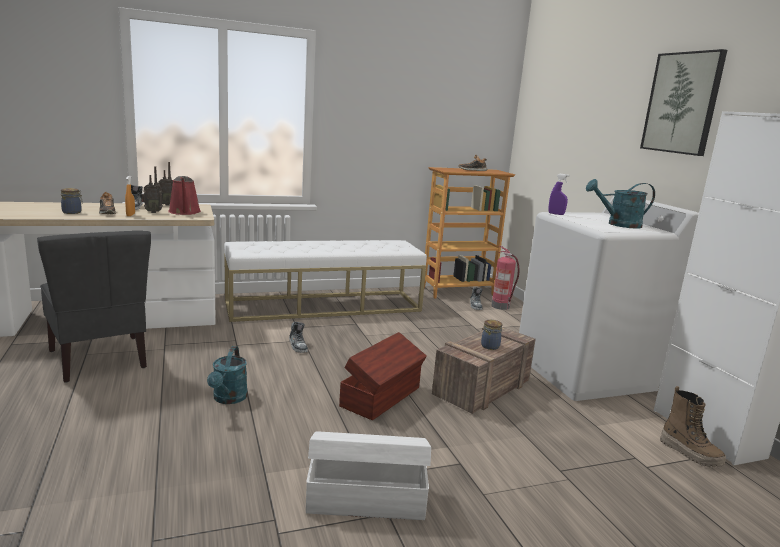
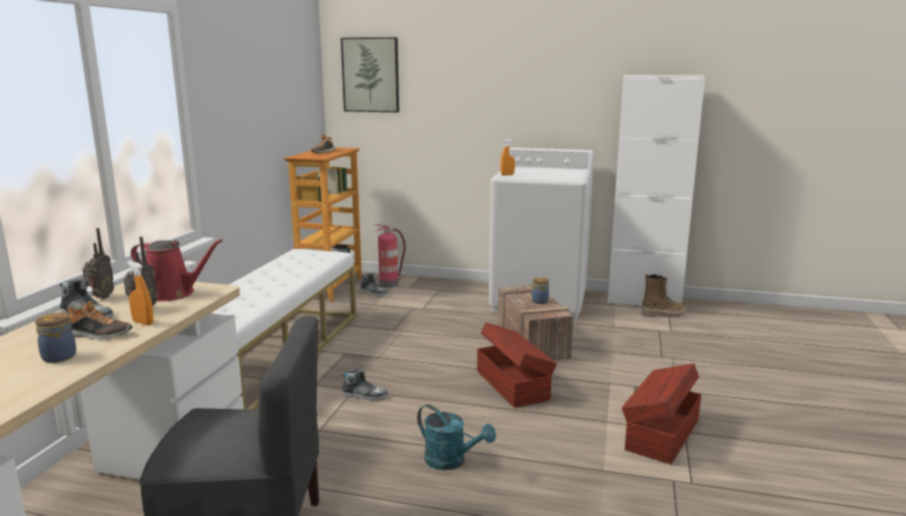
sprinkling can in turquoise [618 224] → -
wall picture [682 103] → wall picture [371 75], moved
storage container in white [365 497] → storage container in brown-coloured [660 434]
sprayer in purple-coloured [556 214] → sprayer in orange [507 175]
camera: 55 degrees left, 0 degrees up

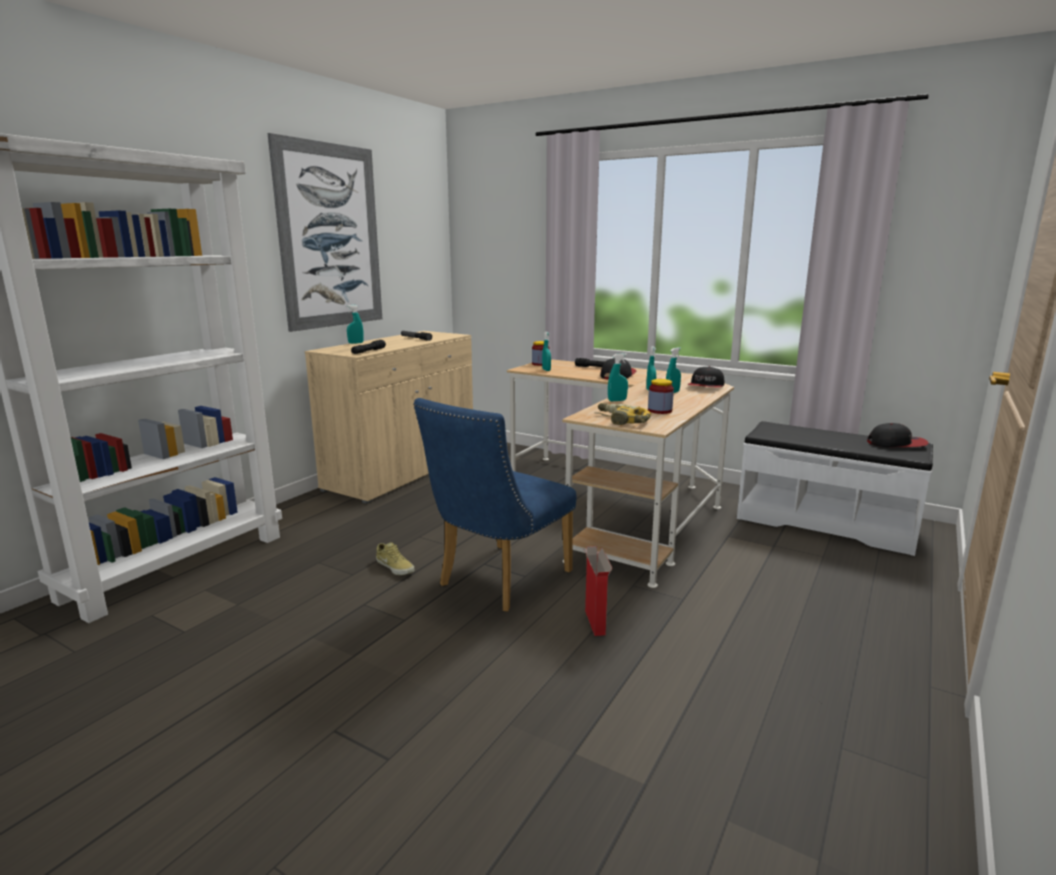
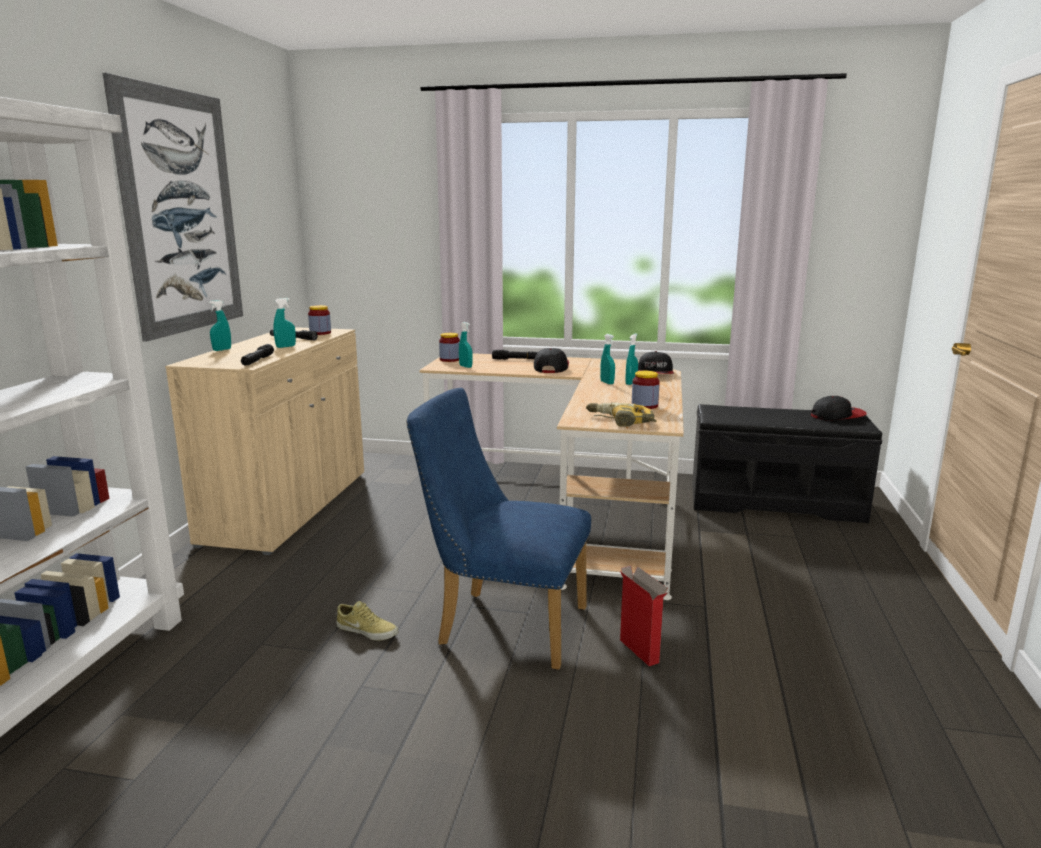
- → jar [320 333]
sprayer in turquoise [617 400] → sprayer in turquoise [286 346], moved
long seat in white [825 522] → long seat in blackish [774 501]
upright chair in blue [497 581] → upright chair in blue [502 625], 90 degrees clockwise
camera: 20 degrees left, 0 degrees up

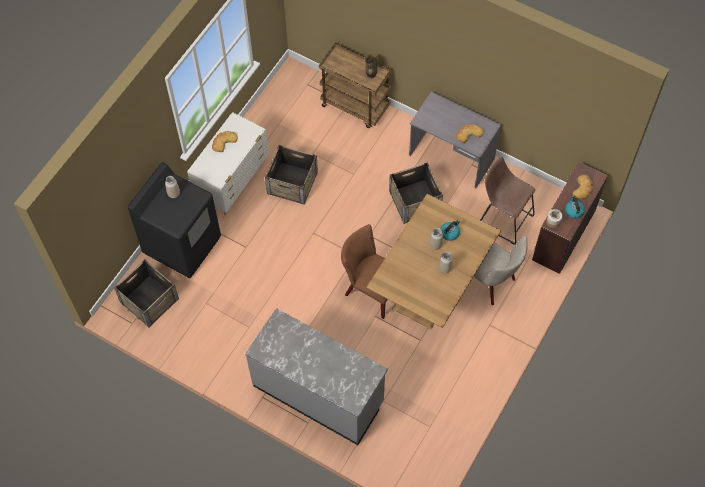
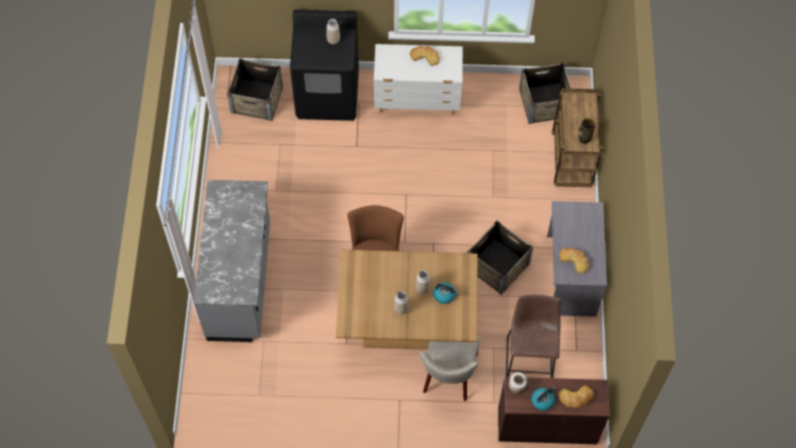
packing crate [292 183] → packing crate [544 103], moved
camera: 60 degrees right, 0 degrees up

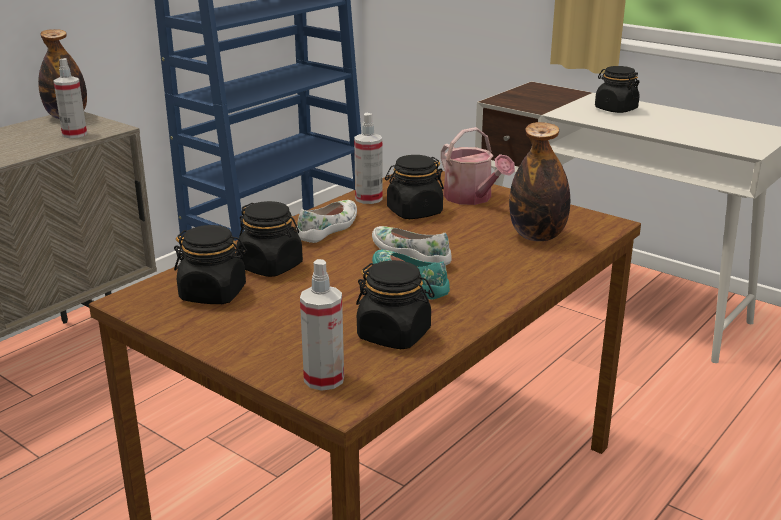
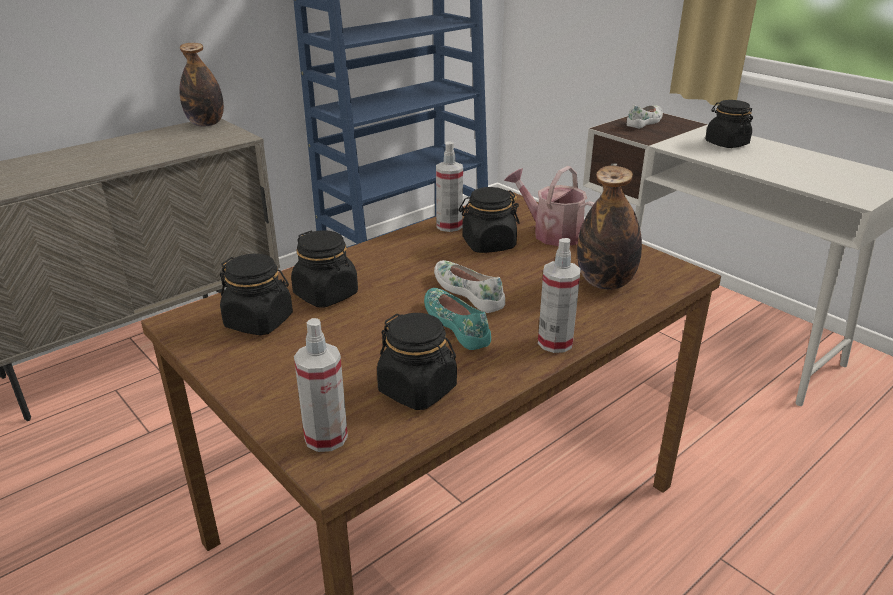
sprayer [74 134] → sprayer [555 342], moved
low shoe in white [329 228] → low shoe in white [645 122], moved
sprinkling can [472 198] → sprinkling can [551 233], 150 degrees clockwise
camera: 10 degrees right, 5 degrees up

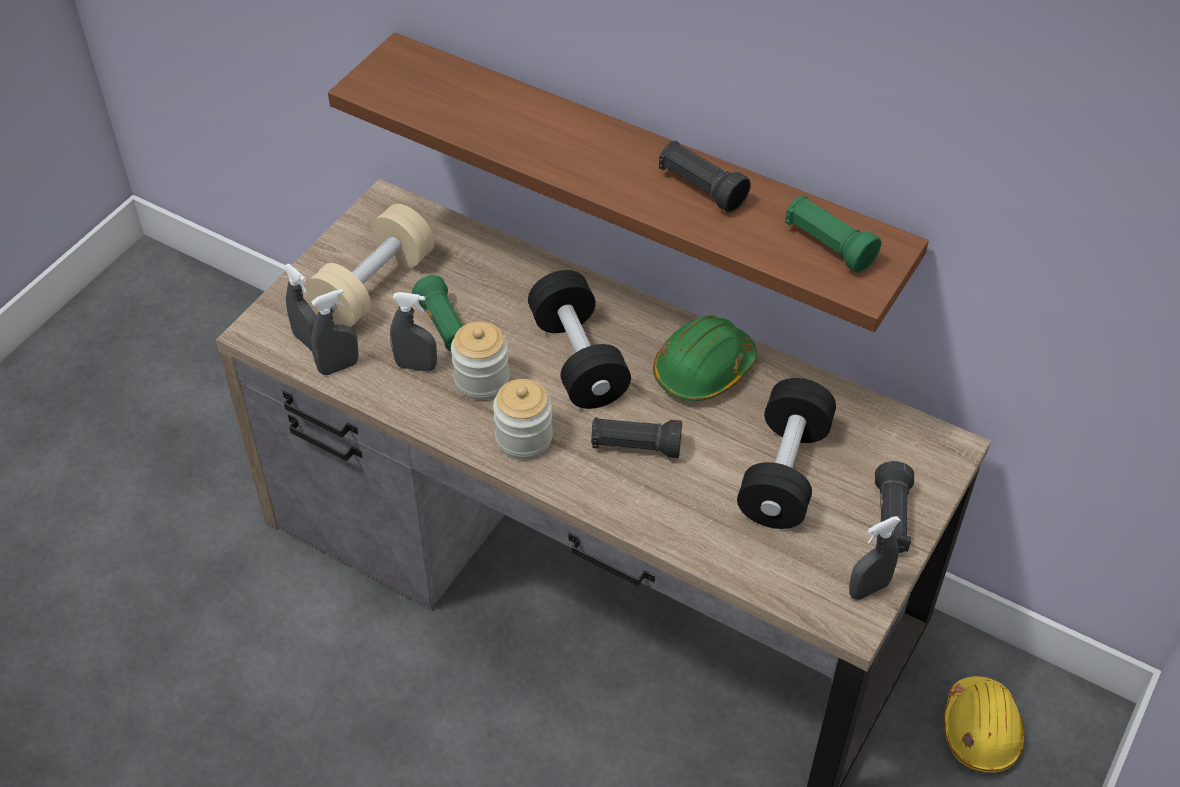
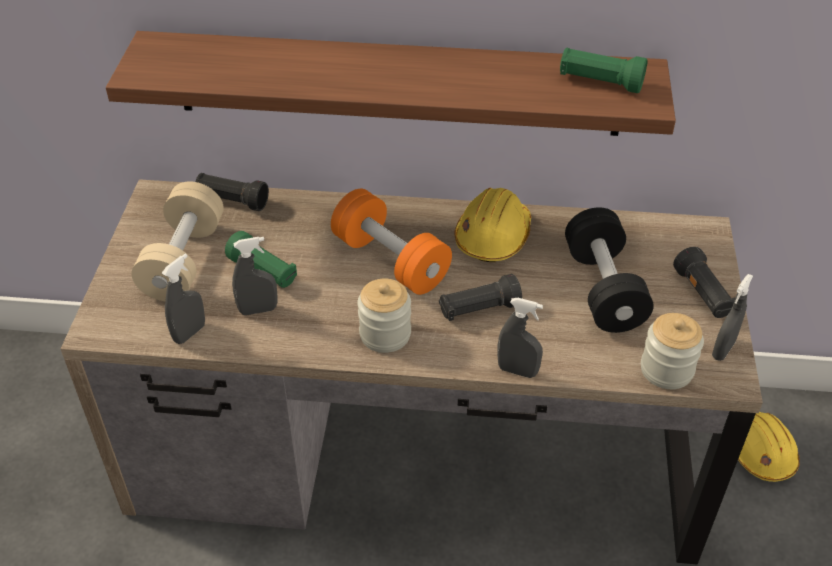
sprayer in greyish [308 341] → sprayer in greyish [517 371], moved
jar [482 380] → jar [666 370], moved
flashlight in blackish [701 188] → flashlight in blackish [232 201], moved
free weight in blackish [578 359] → free weight in orange [391 261]
work helmet in greenish [703 370] → work helmet in yellowish [493 237]
camera: 25 degrees left, 5 degrees down

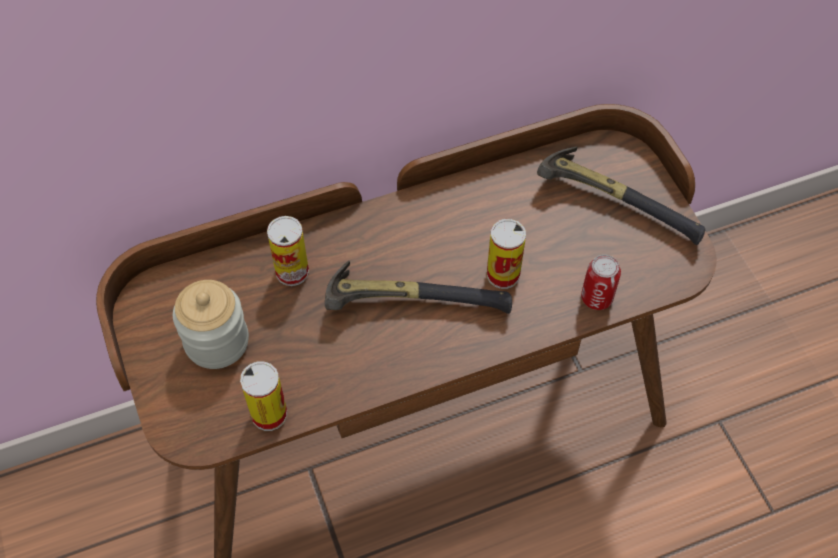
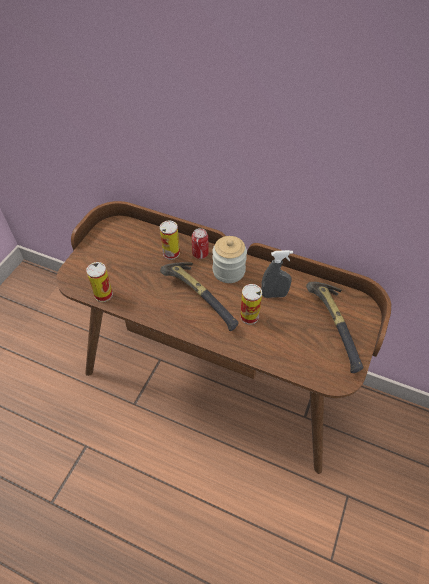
- → sprayer in greyish [274 295]
jar [217 341] → jar [228 271], moved
can [596 298] → can [200 254], moved
camera: 45 degrees right, 5 degrees down

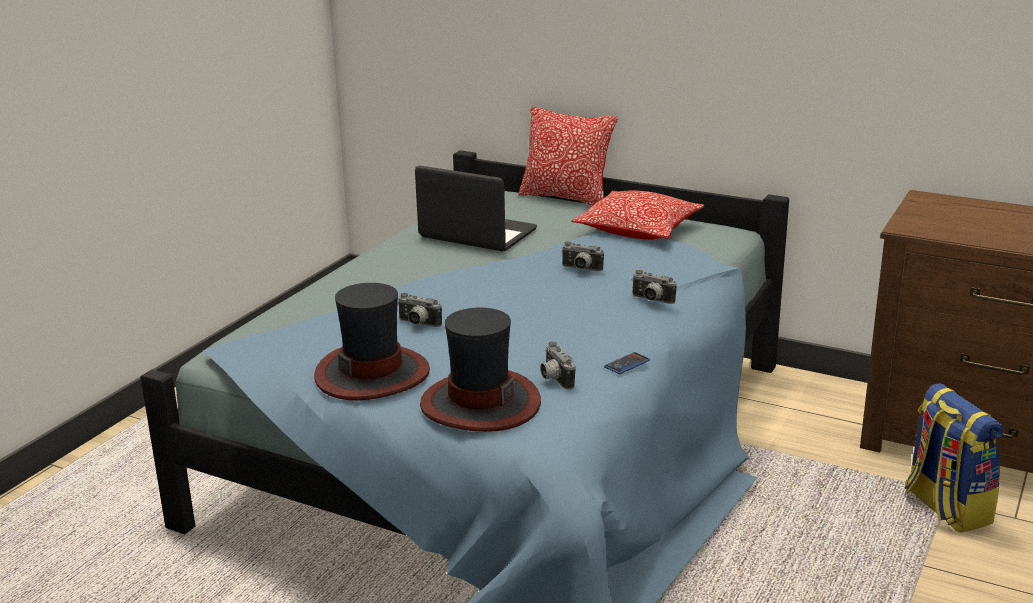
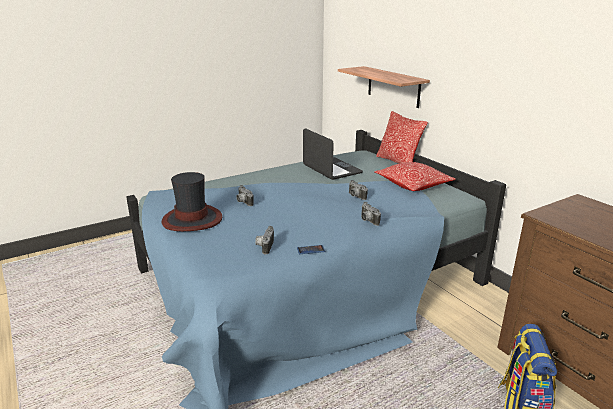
wearable hat [479 403] → -
- → wall shelf [393 86]
camera: 30 degrees right, 0 degrees up

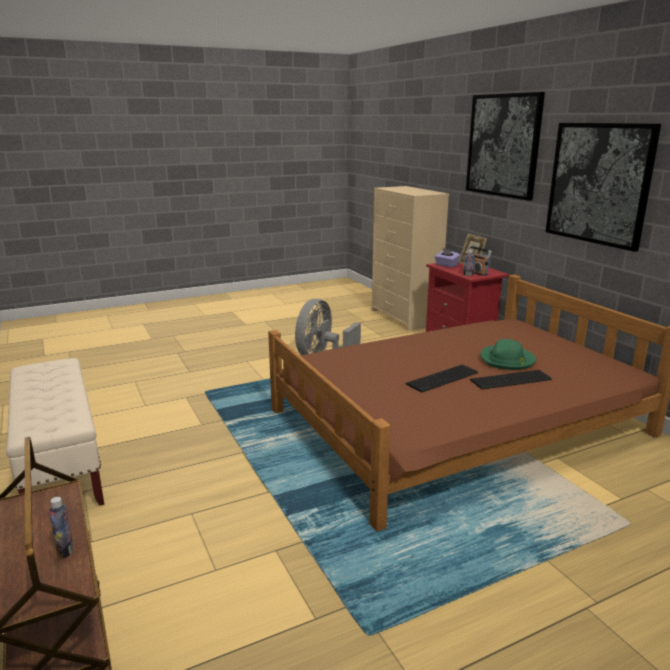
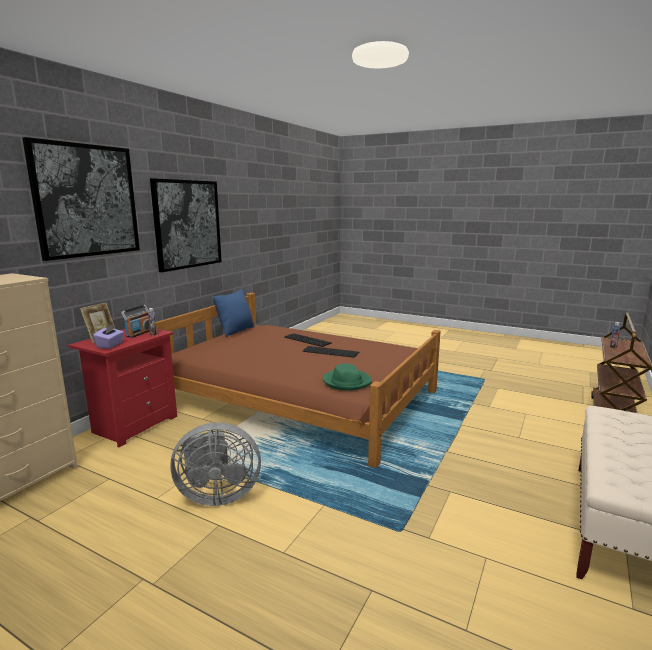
- → throw pillow in blue [236 331]
wearable hat in greenish [507 360] → wearable hat in greenish [346 382], moved
camera: 125 degrees left, 5 degrees down

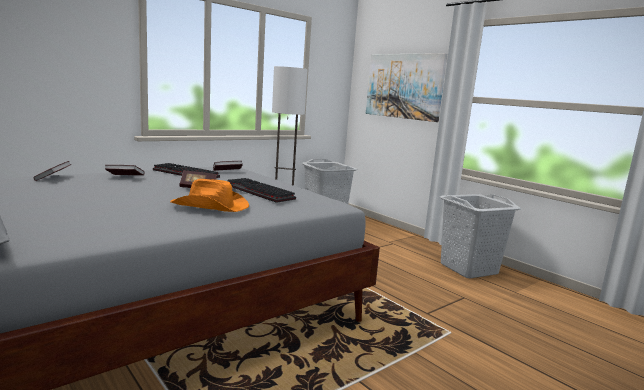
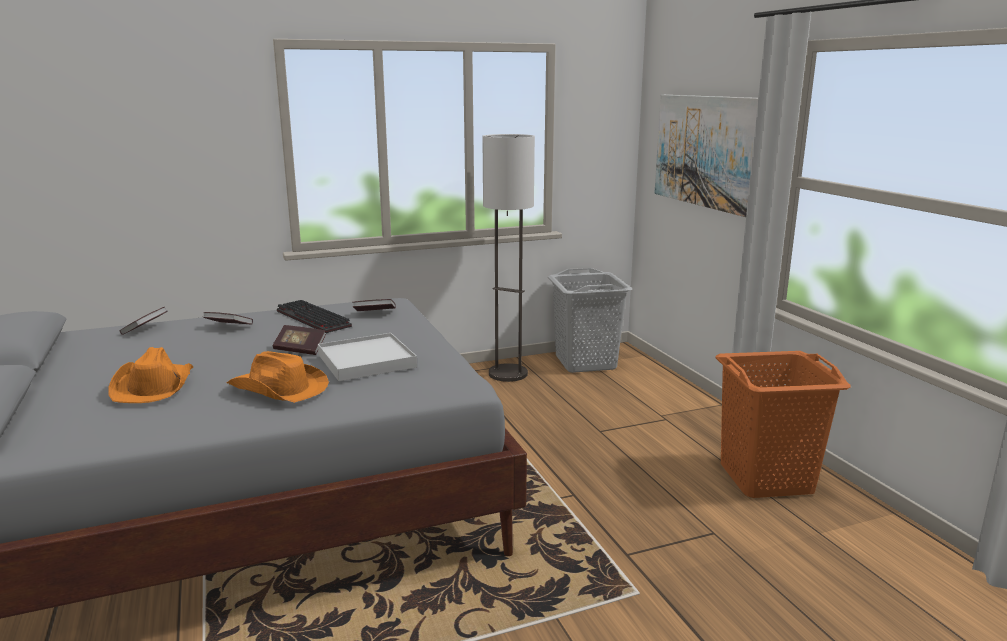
- → wearable hat in orange [154 386]
computer keyboard [257 192] → serving tray in white [366 361]
hamper in greyish [469 269] → hamper in orange [767 479]
camera: 20 degrees right, 5 degrees up

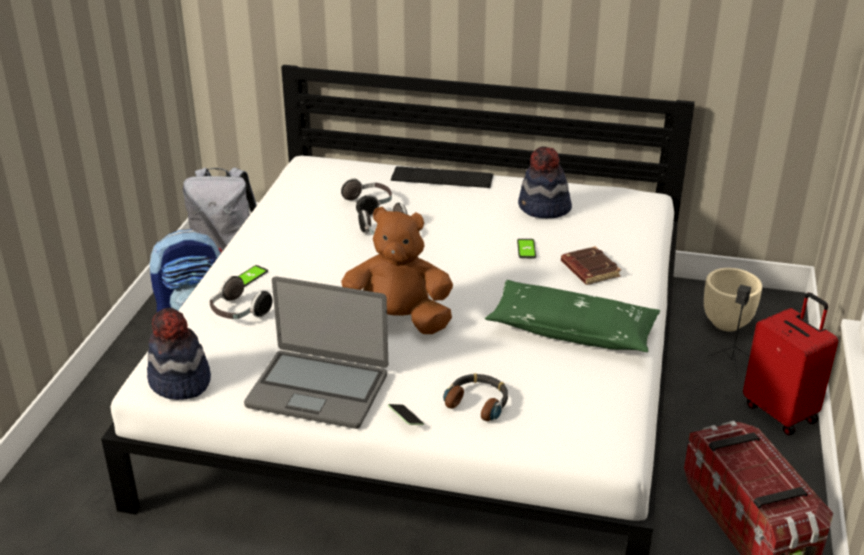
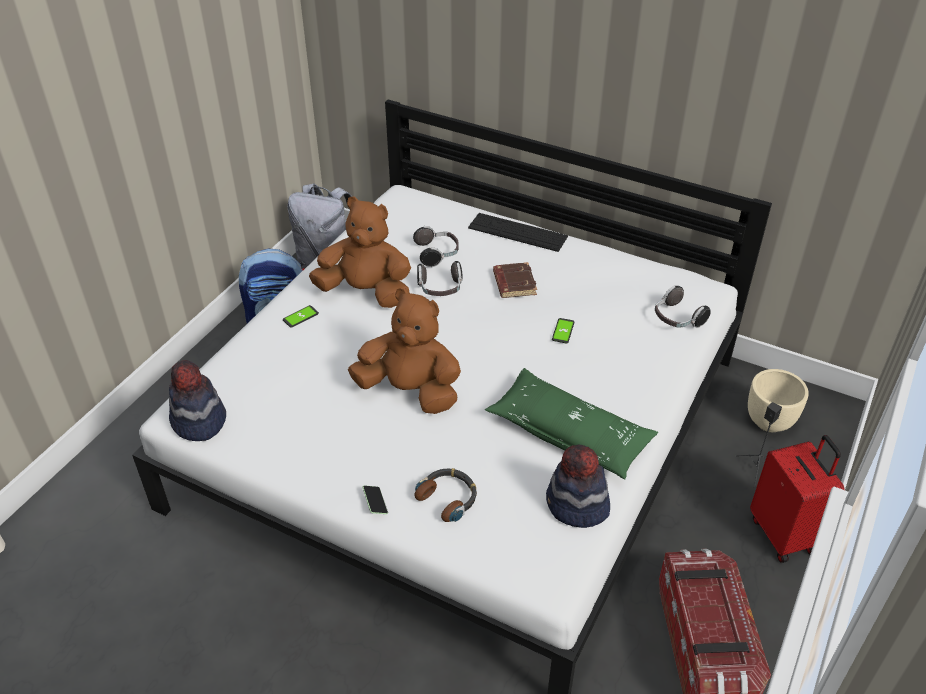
laptop [318 389] → -
- → soft toy in brown-coloured [366 292]
pair of headphones [238 313] → pair of headphones [677 319], moved
wearable hat [544 208] → wearable hat [576 506], moved
volume in brown-coloured [589 270] → volume in brown-coloured [513 283], moved
camera: 15 degrees right, 10 degrees up

